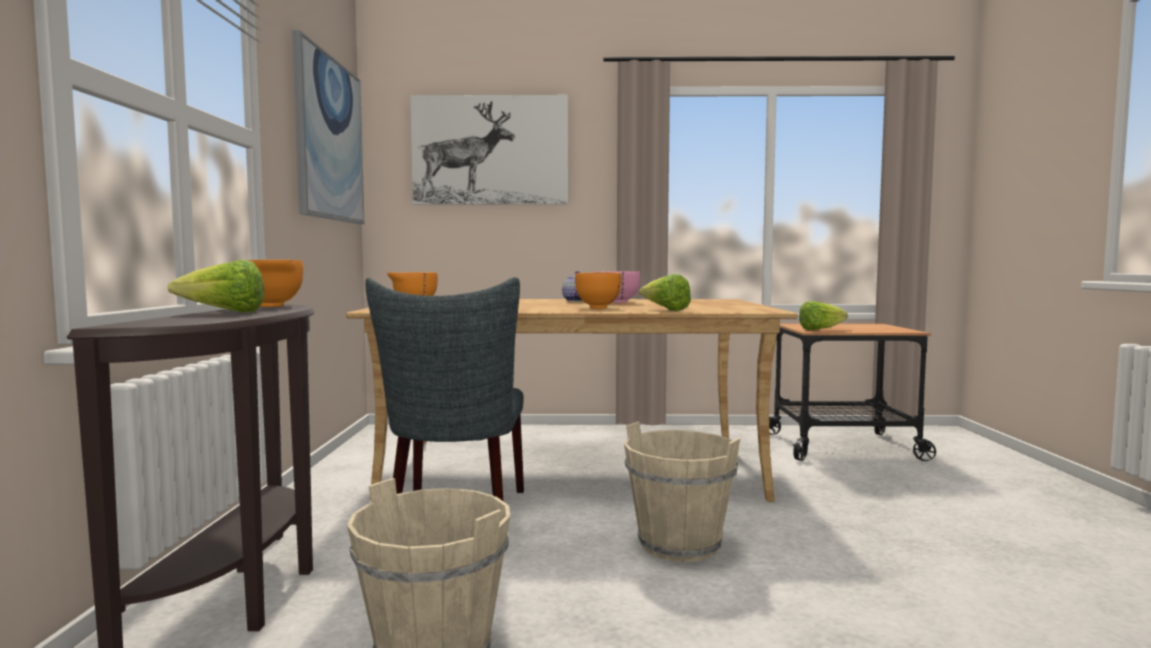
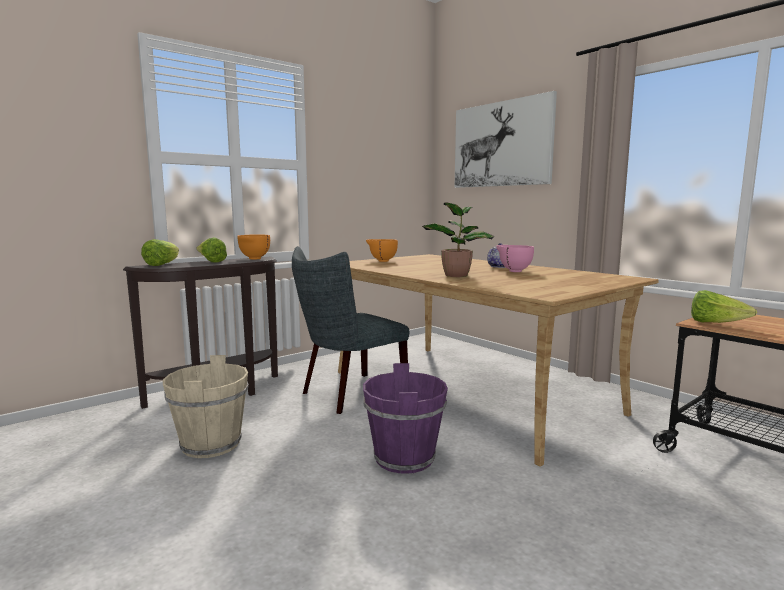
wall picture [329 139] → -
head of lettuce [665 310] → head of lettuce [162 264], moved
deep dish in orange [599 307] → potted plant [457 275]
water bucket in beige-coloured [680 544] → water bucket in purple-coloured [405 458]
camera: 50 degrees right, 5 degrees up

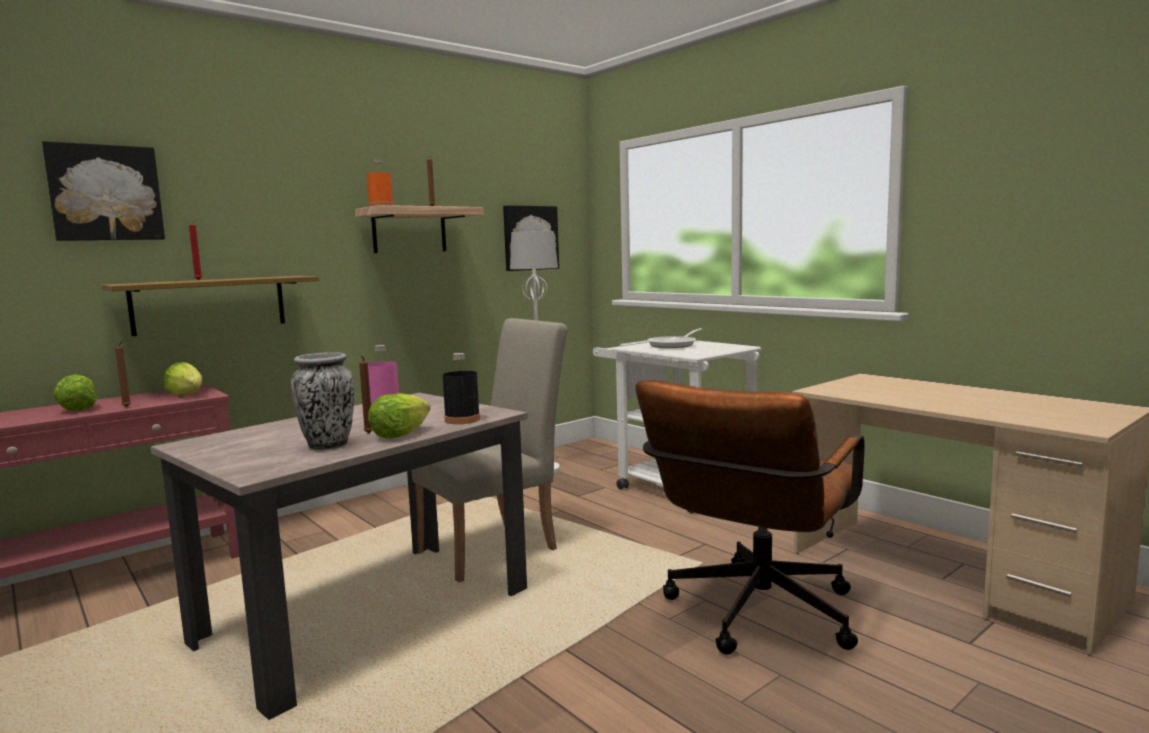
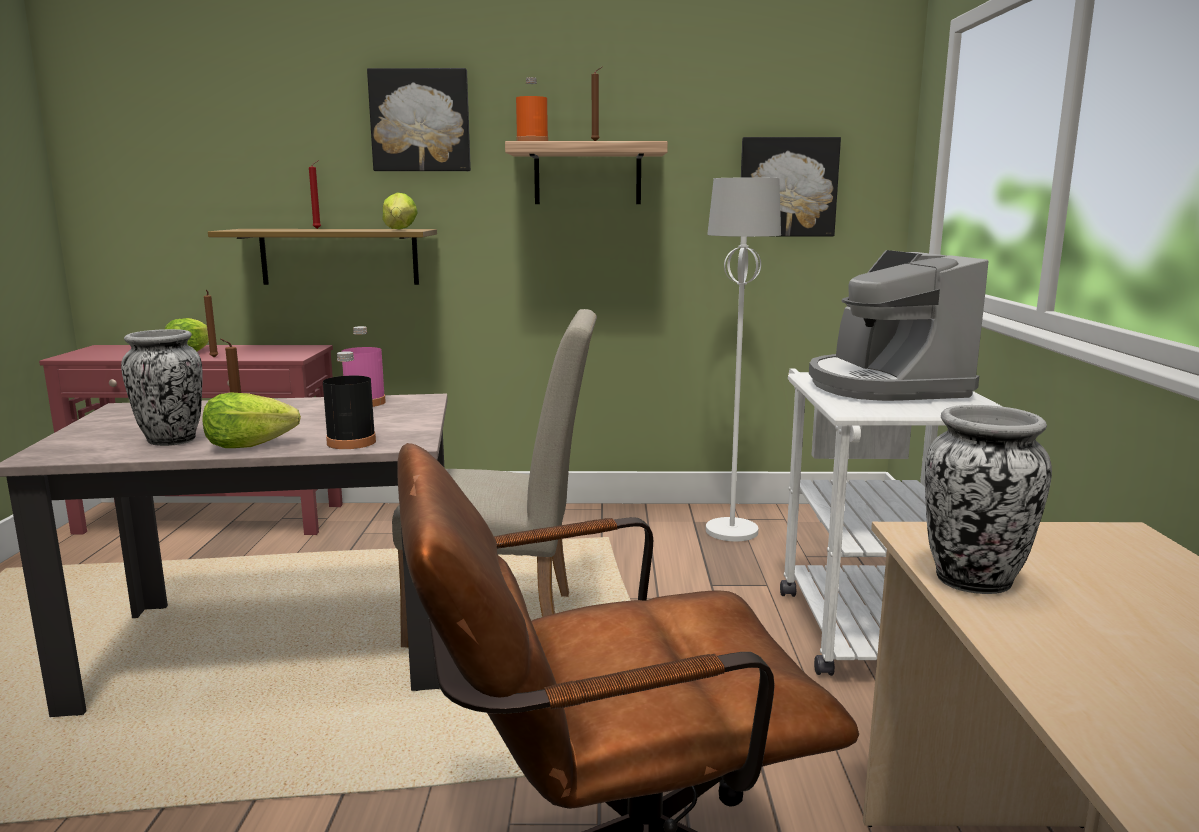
- → decorative vase [973 582]
wall picture [105 193] → wall picture [420 121], moved
head of lettuce [187 395] → head of lettuce [400 229], moved
pan [675 345] → coffee machine [884 386]
camera: 40 degrees right, 5 degrees up

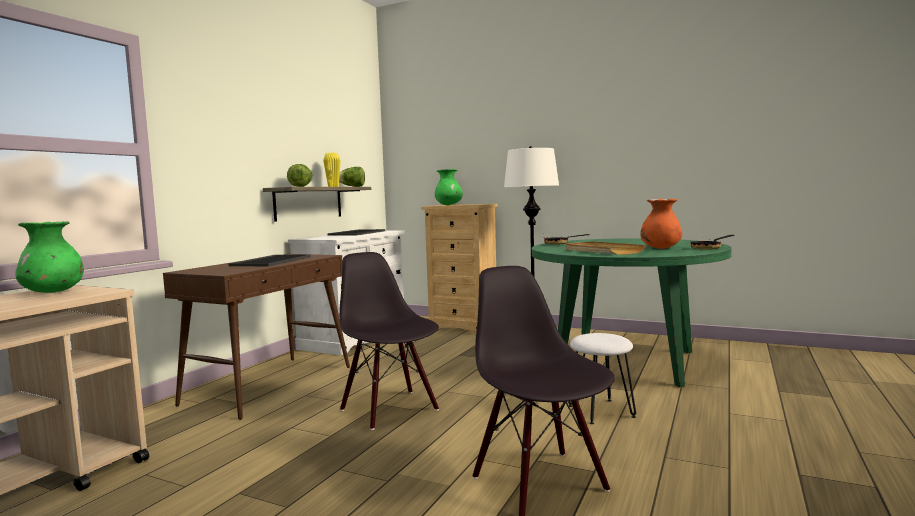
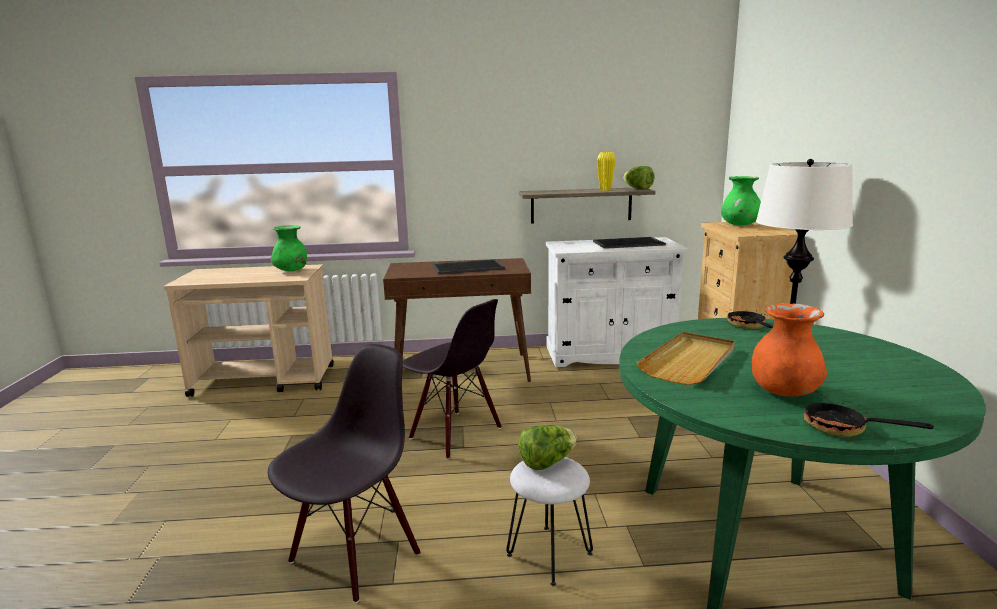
head of lettuce [301 187] → head of lettuce [546 462], moved
upright chair in blackish [390 409] → upright chair in blackish [455 434], 105 degrees clockwise
camera: 60 degrees right, 10 degrees up

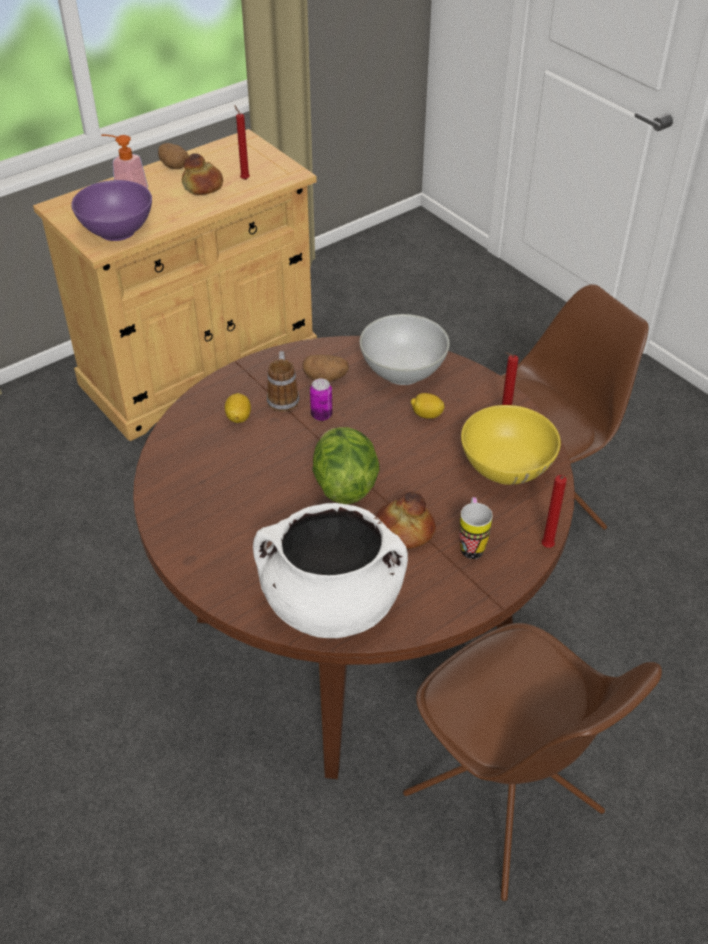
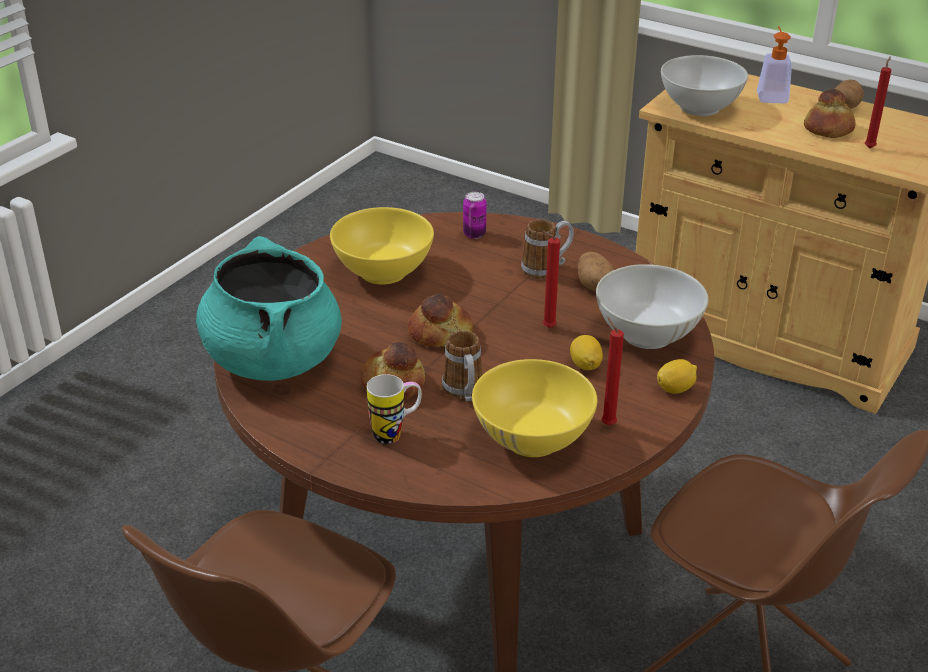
- → deep dish in yellowish [384 272]
- → mug [464 392]
lemon [238 417] → lemon [675 389], moved
can [321 415] → can [474 234], moved
wax candle in red-coloured [547 548] → wax candle in red-coloured [546 327], moved
head of lettuce [344 484] → bakery bread [440 332]
deep dish in purple-coloured [116 231] → deep dish in white [699 107]
stockpot in white [331 604] → stockpot in turquoise [273 359]
camera: 70 degrees right, 10 degrees down

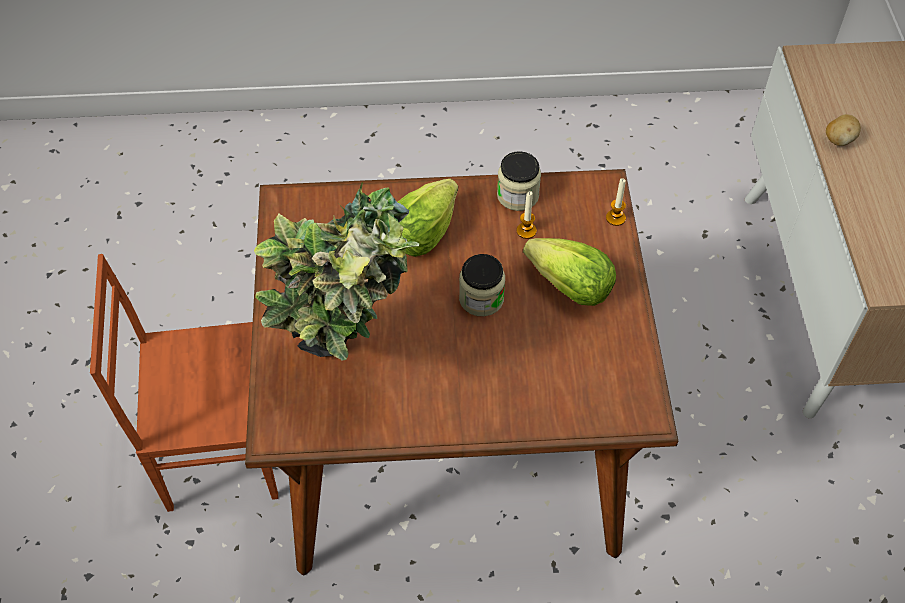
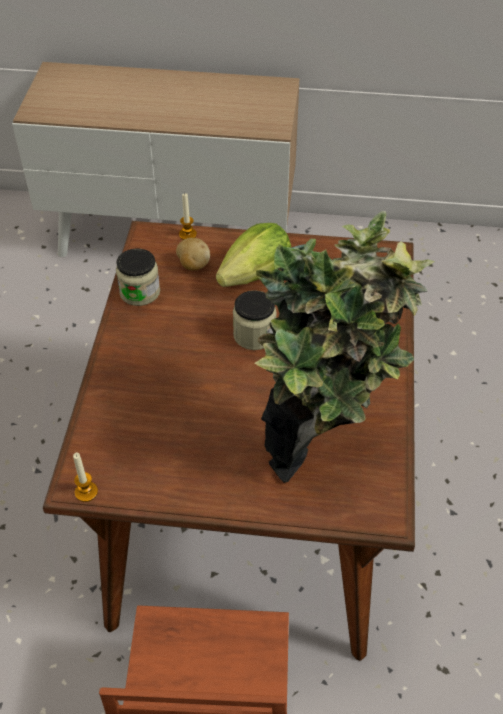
head of lettuce [421 234] → -
wax candle [526 231] → wax candle [86 492], moved
whole potato [839 140] → whole potato [193 265], moved
camera: 80 degrees left, 5 degrees down

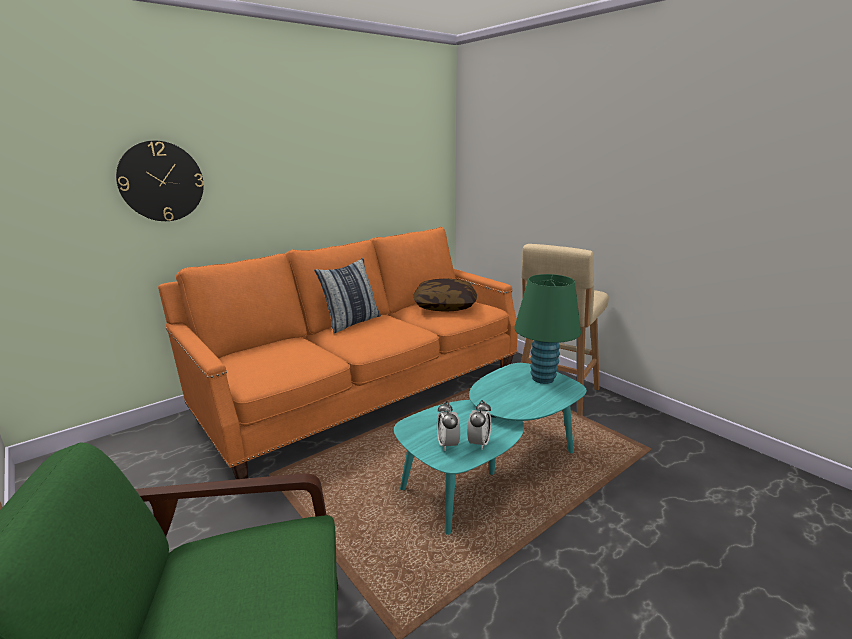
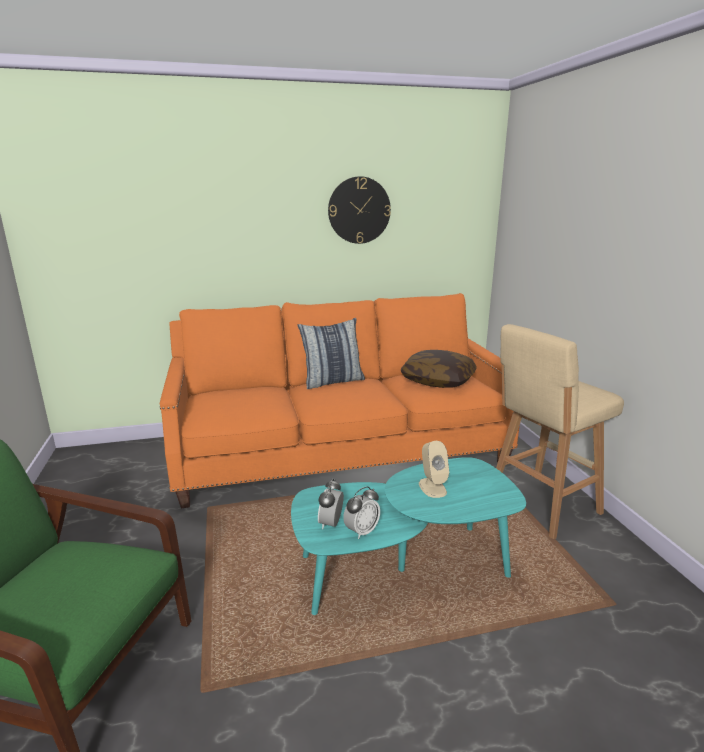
lamp for a table in greenish [542 378] → -
- → audio speaker in beige-coloured [432 487]
wall clock [161 181] → wall clock [359 210], moved
camera: 25 degrees right, 0 degrees up

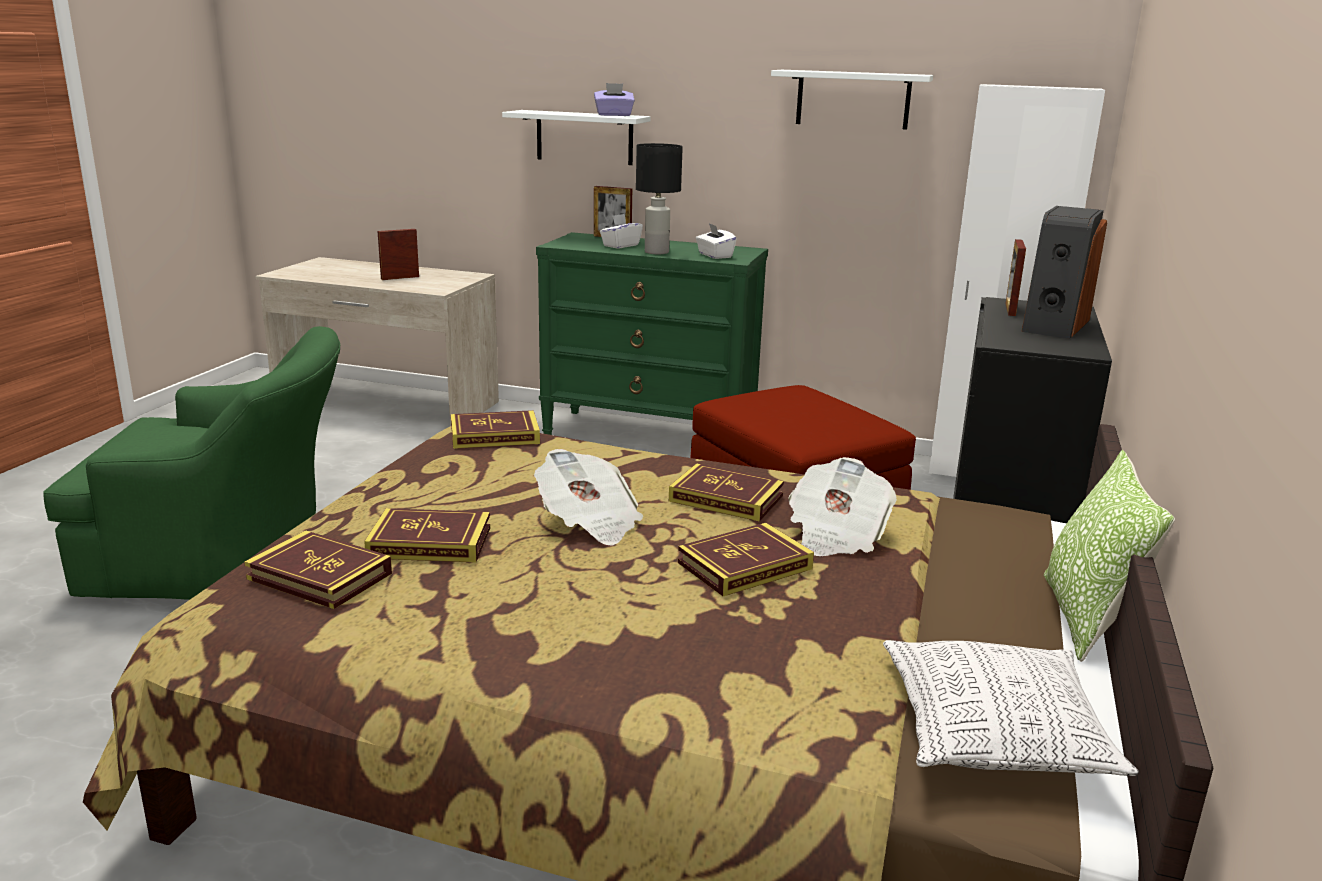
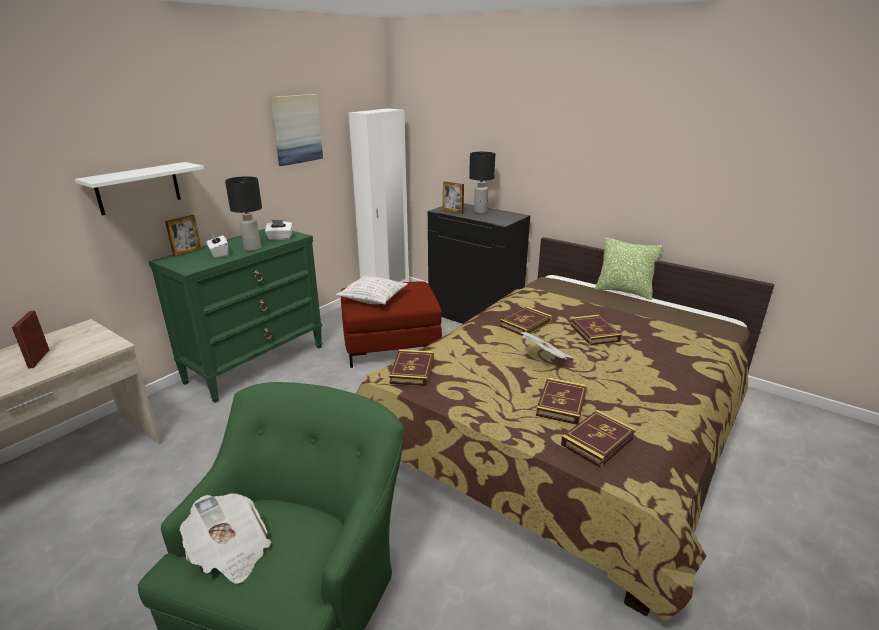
box of tissues in purple-coloured [614 115] → -
printed paper [836 535] → printed paper [230 552], moved
throw pillow [994 734] → throw pillow [373 298], moved
wall shelf in white [853 99] → wall picture [296 129]
audio speaker [1054 325] → lamp for a table in blackish [480 211]
camera: 70 degrees left, 5 degrees up

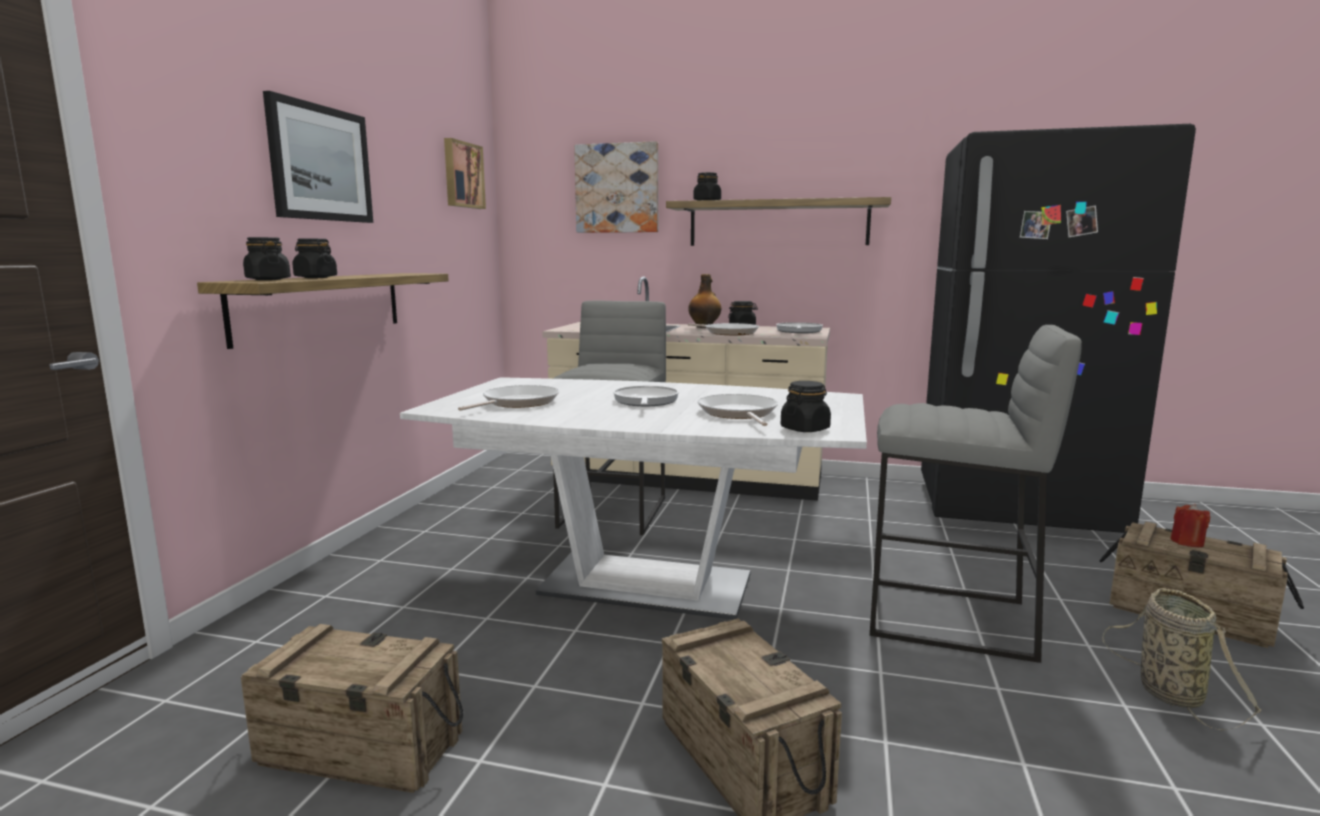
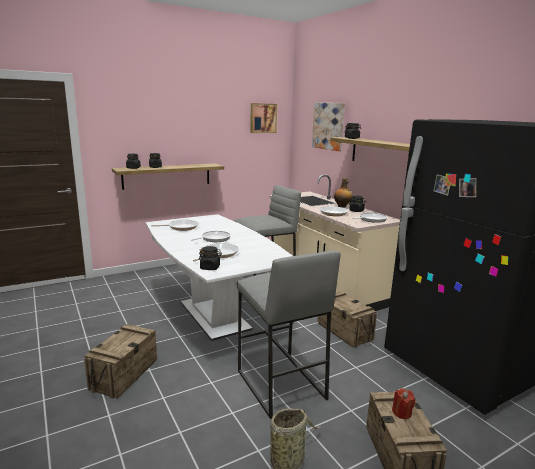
wall picture [320 163] → -
packing crate [359 750] → packing crate [344 331], moved
camera: 45 degrees right, 5 degrees up

